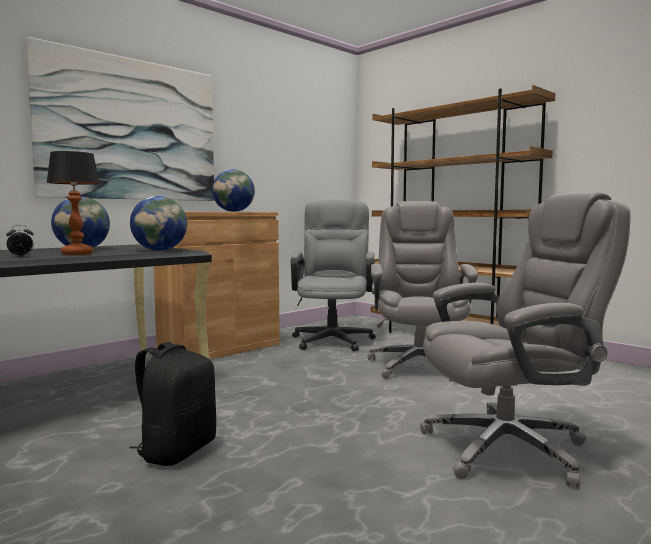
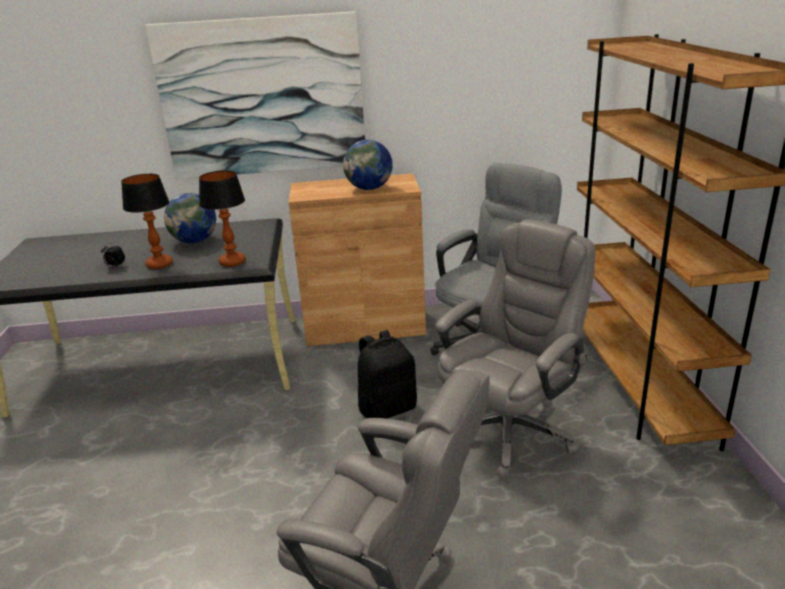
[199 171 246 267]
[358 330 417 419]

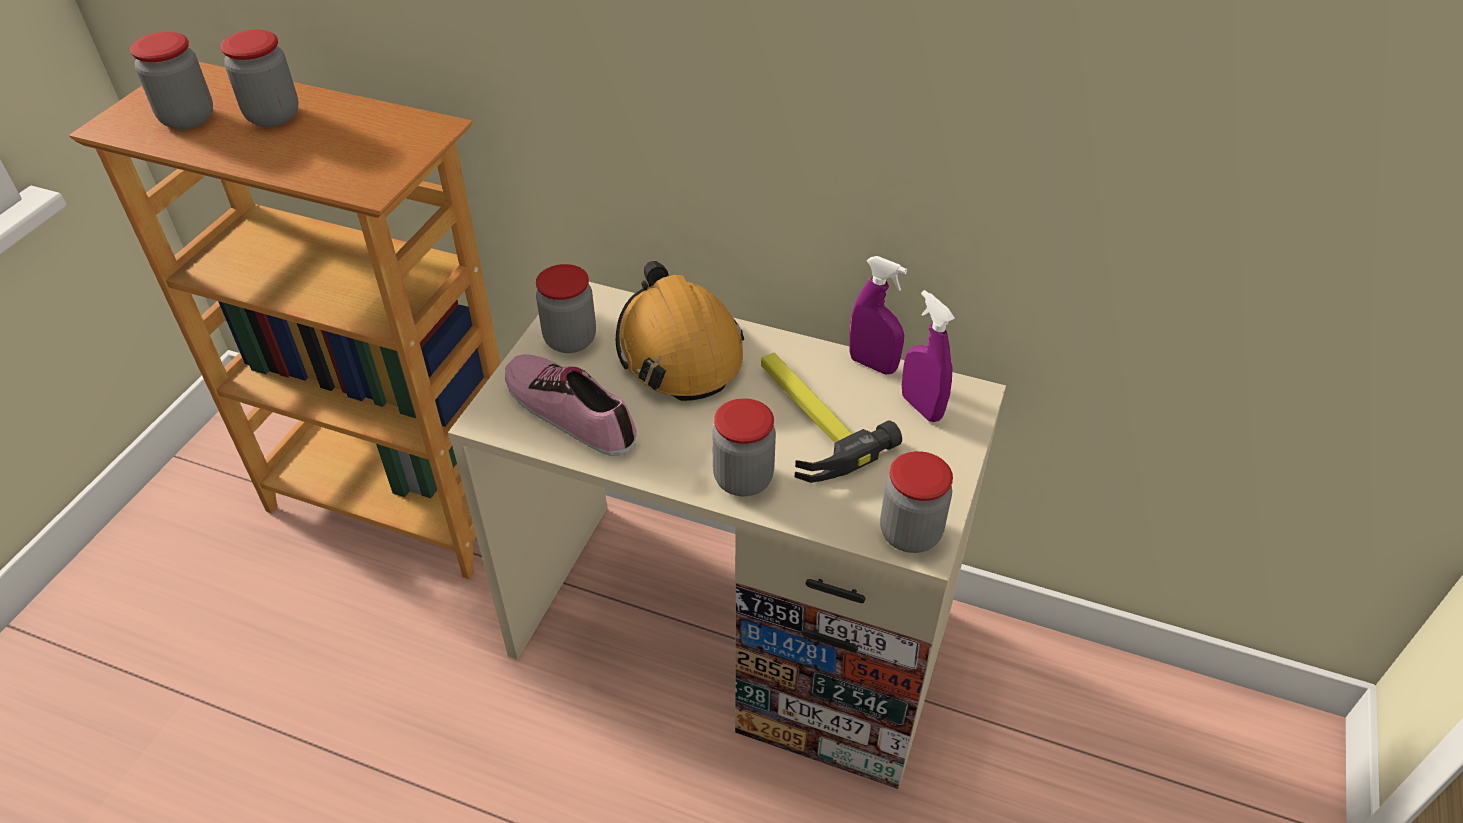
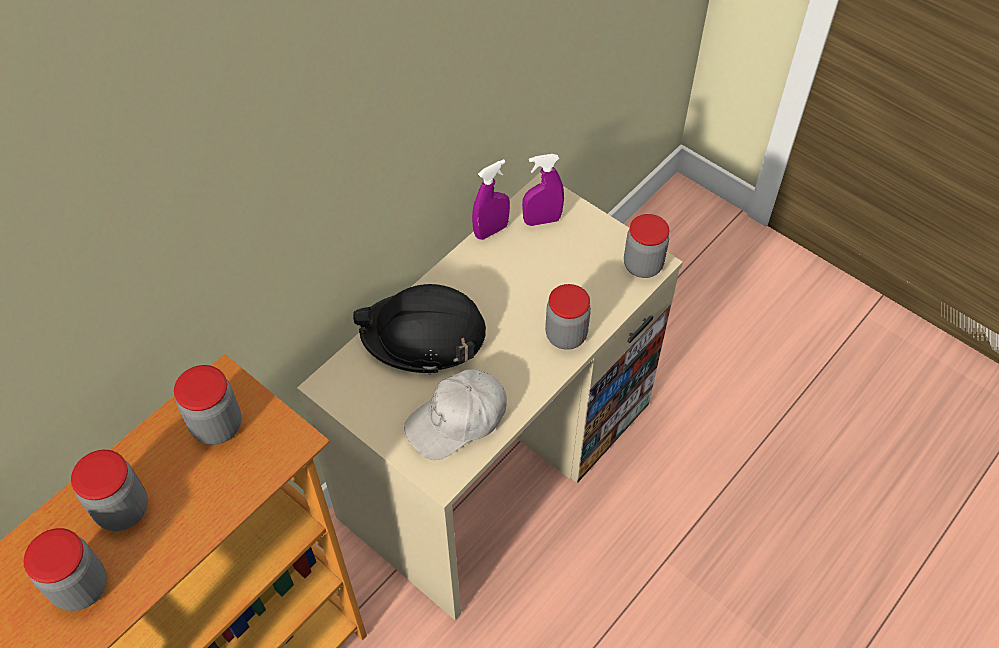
[353 284 486 375]
[174 365 242 445]
[761 353 902 483] (first image)
[404 369 507 460]

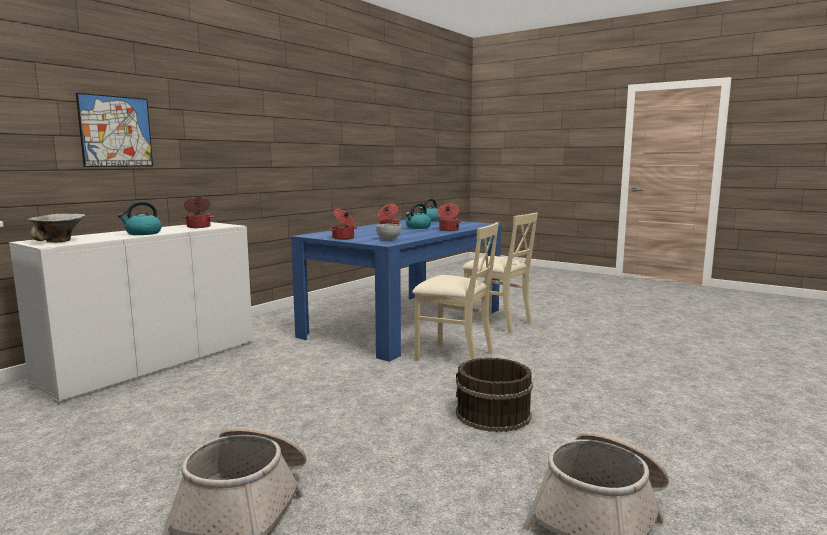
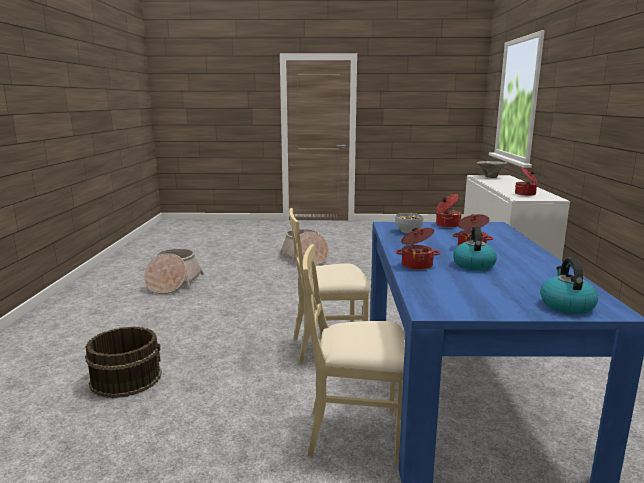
[76 93 153 167] (first image)
[118 201 162 235] (first image)
[85 327 162 398]

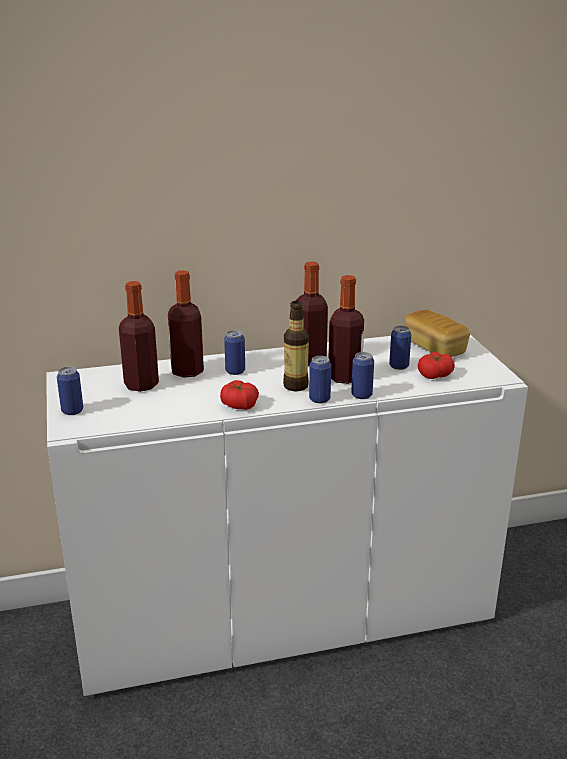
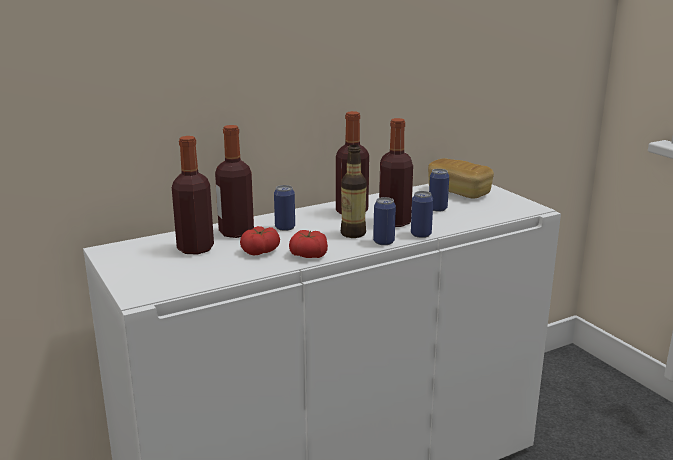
[240 226 280 255]
[57 366 83 415] (first image)

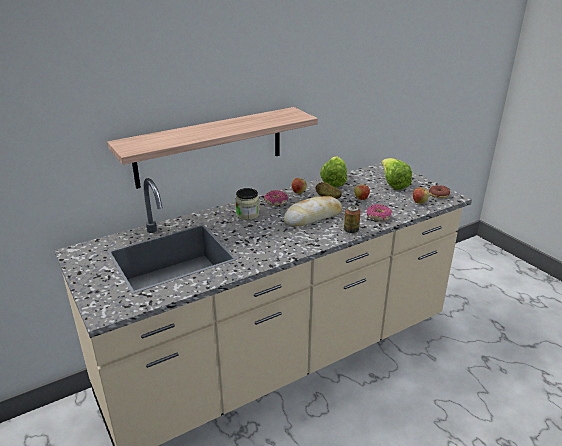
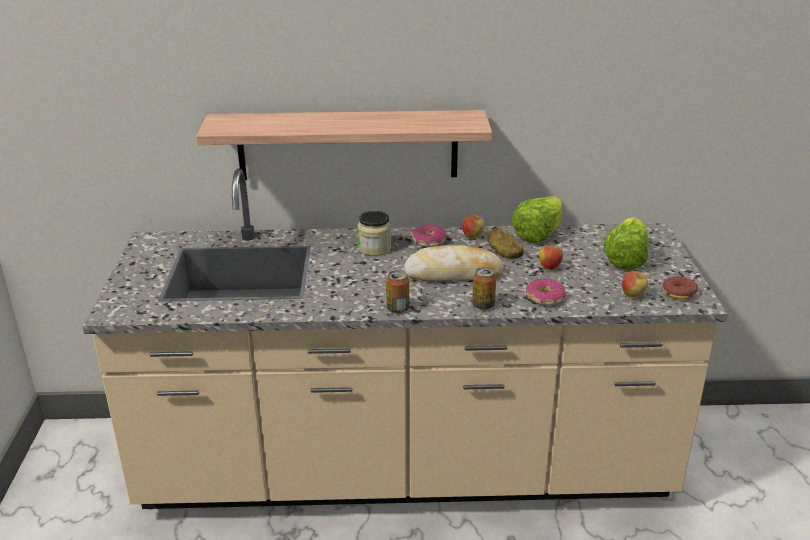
[386 270 409 313]

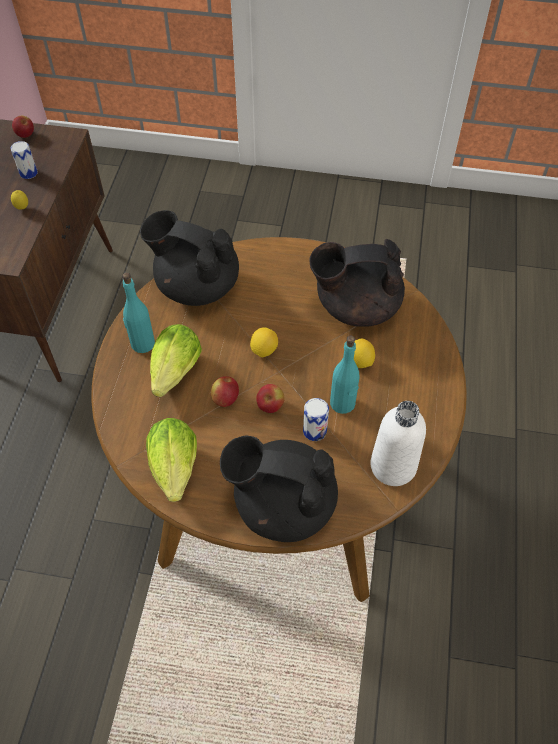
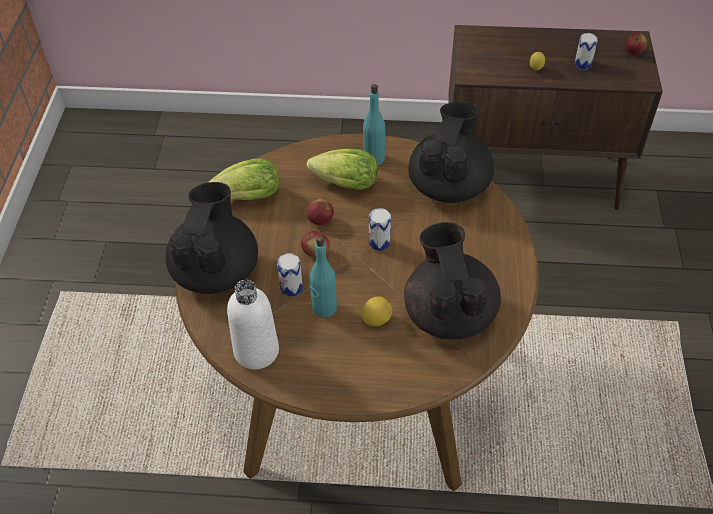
[369 208 391 251]

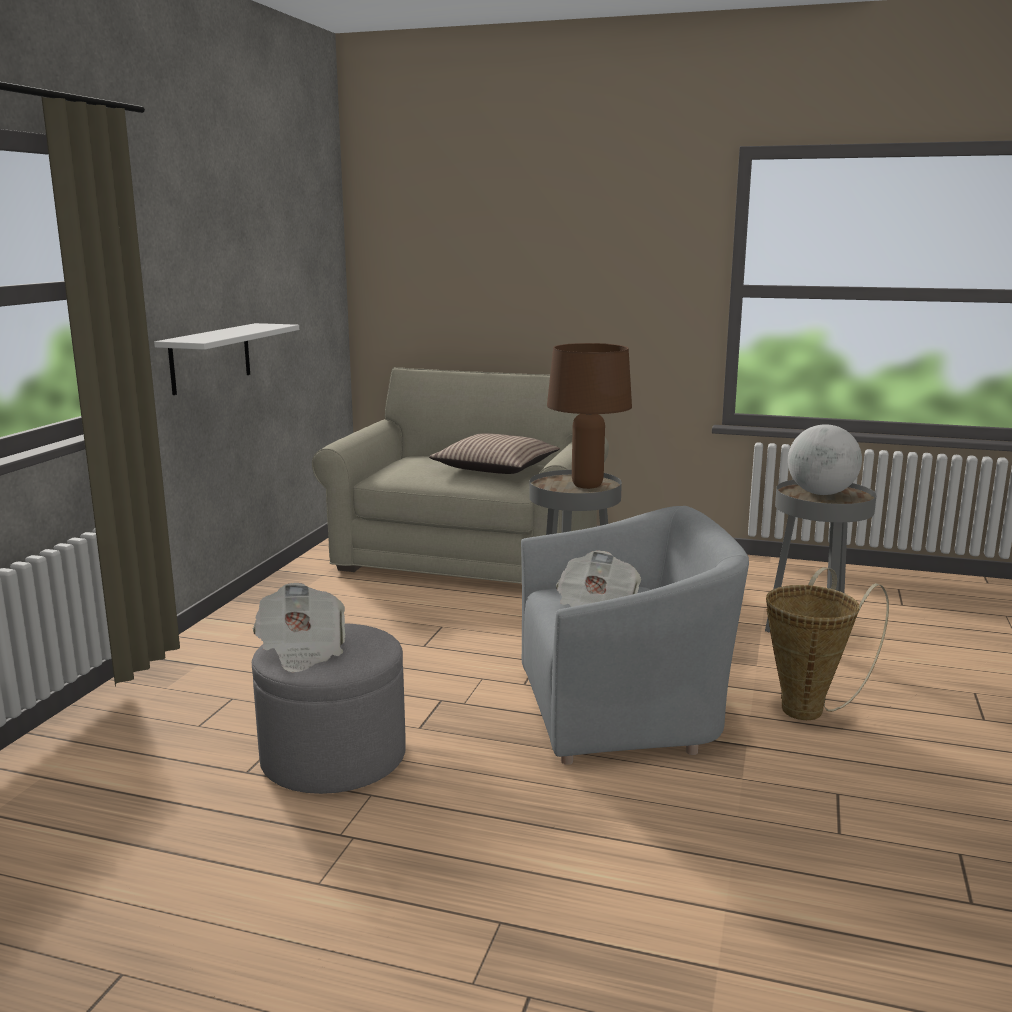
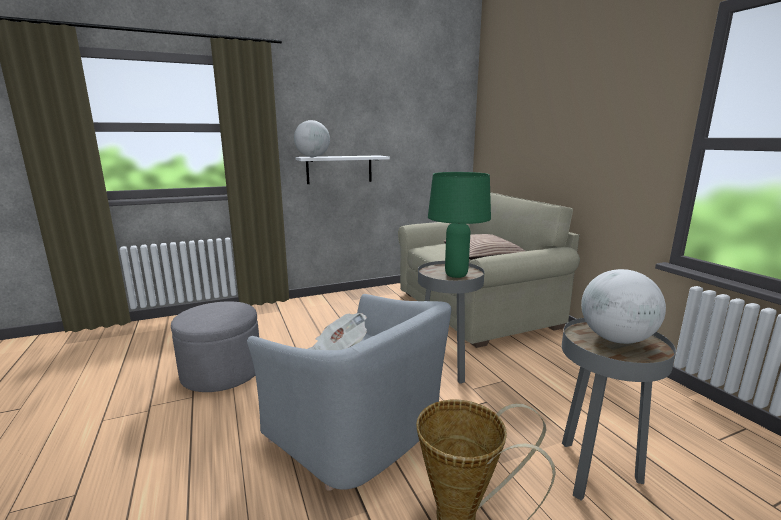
[428 172 491 278]
[253 583 345 673] (first image)
[294 120 330 157]

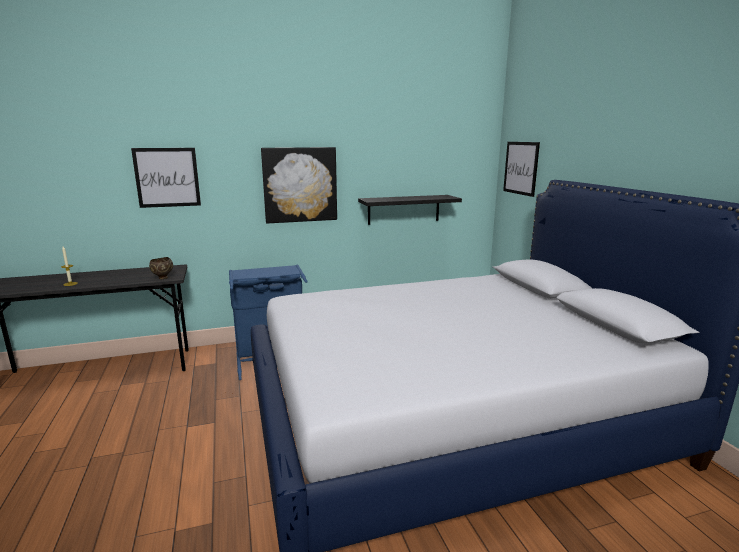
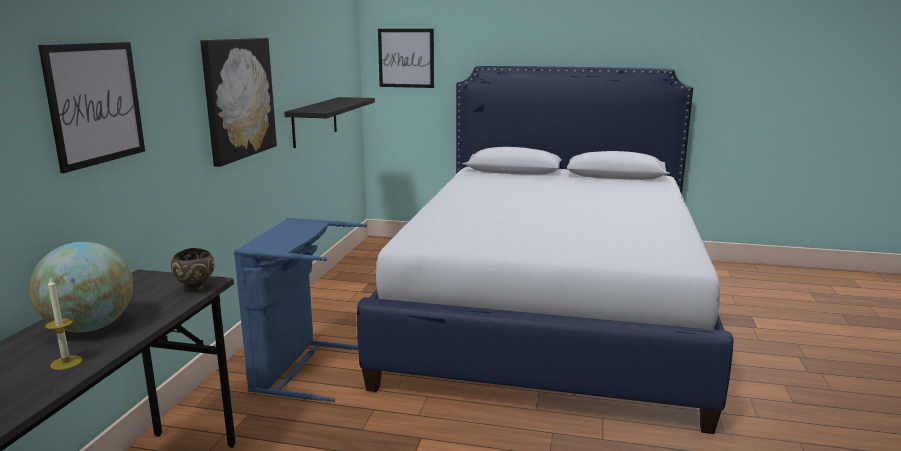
[29 242 133 332]

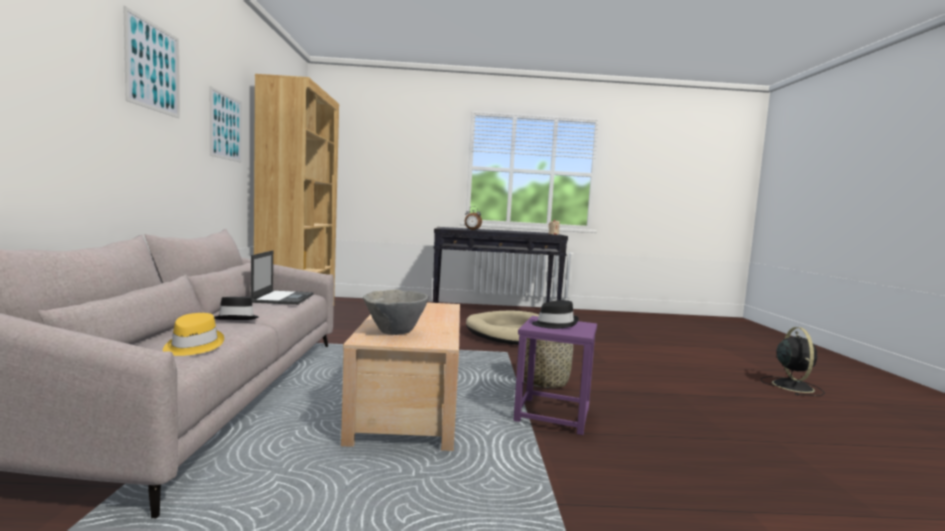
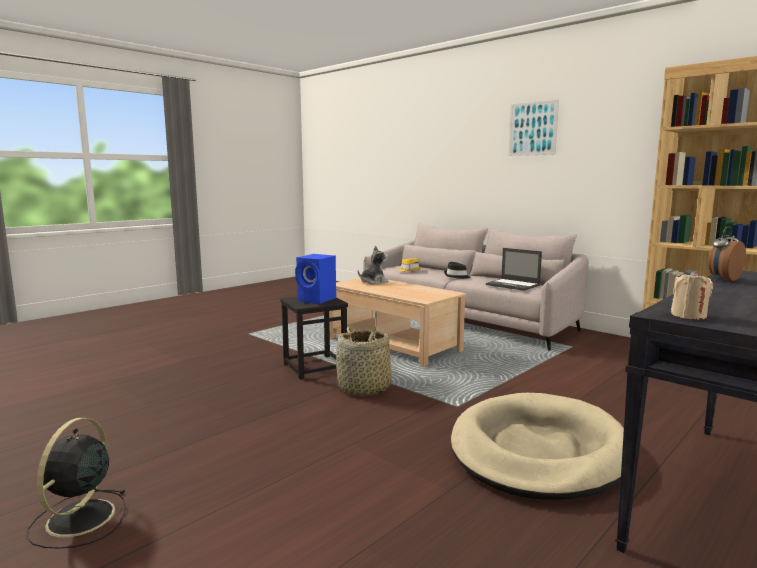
[210 86 242 163] (first image)
[358 246 389 284]
[295 254 336 304]
[280 297 348 379]
[26 418 126 549]

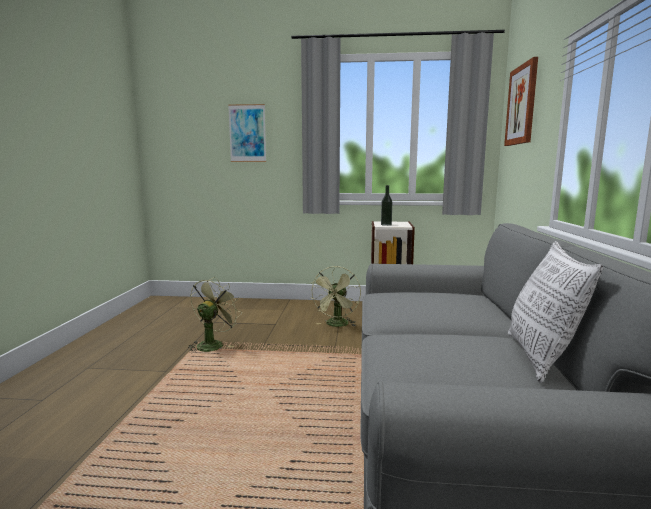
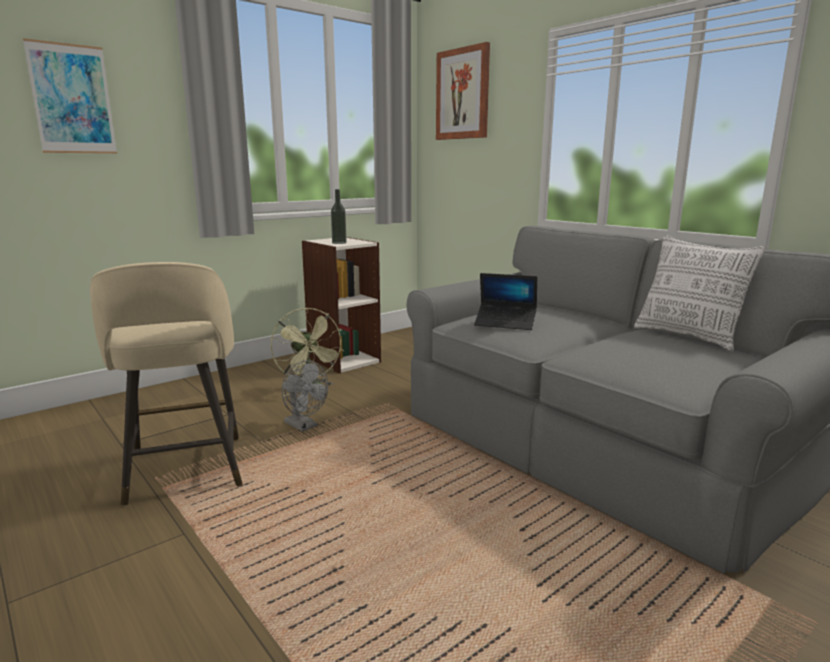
[90 262 243 506]
[474 273 537 330]
[282 361 328 432]

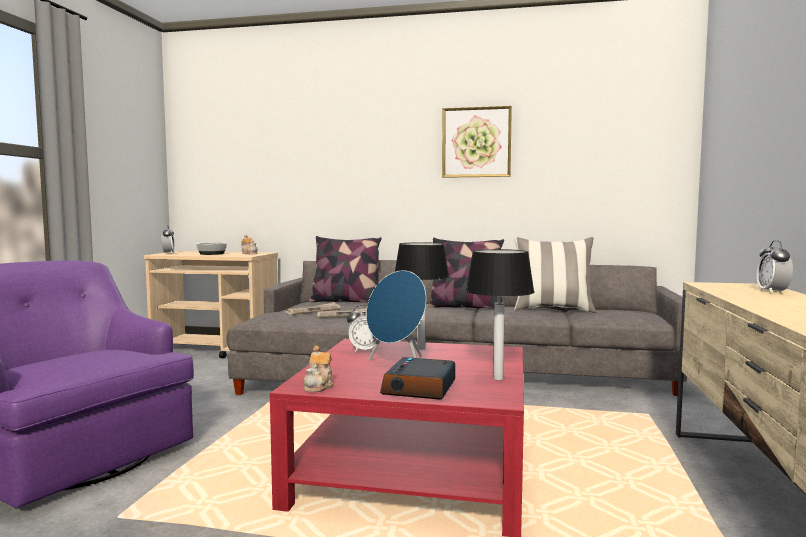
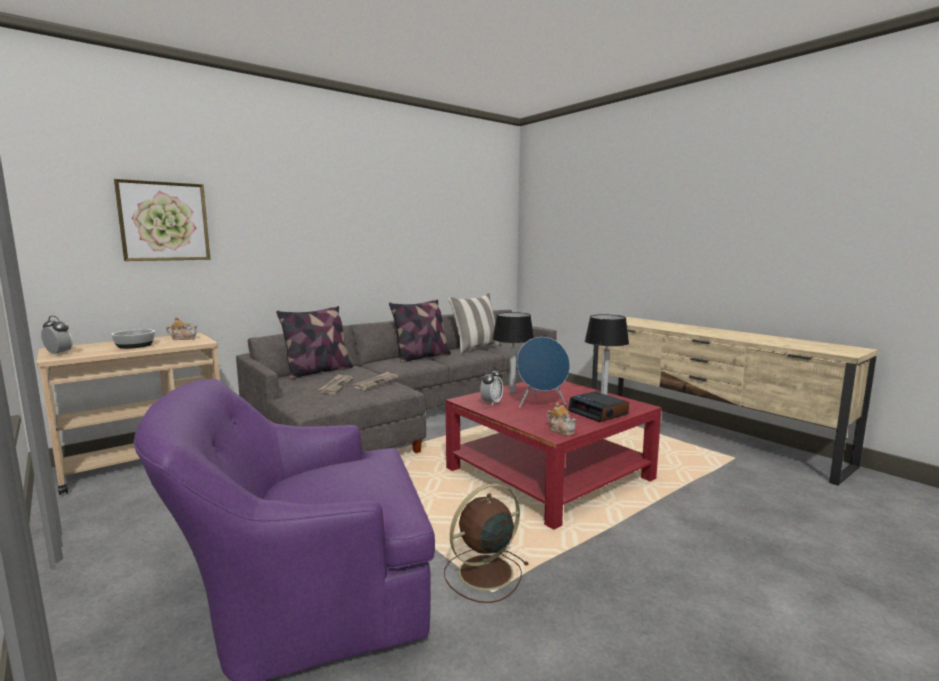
[114 179 210 261]
[757 240 793 294] (first image)
[444 483 529 603]

